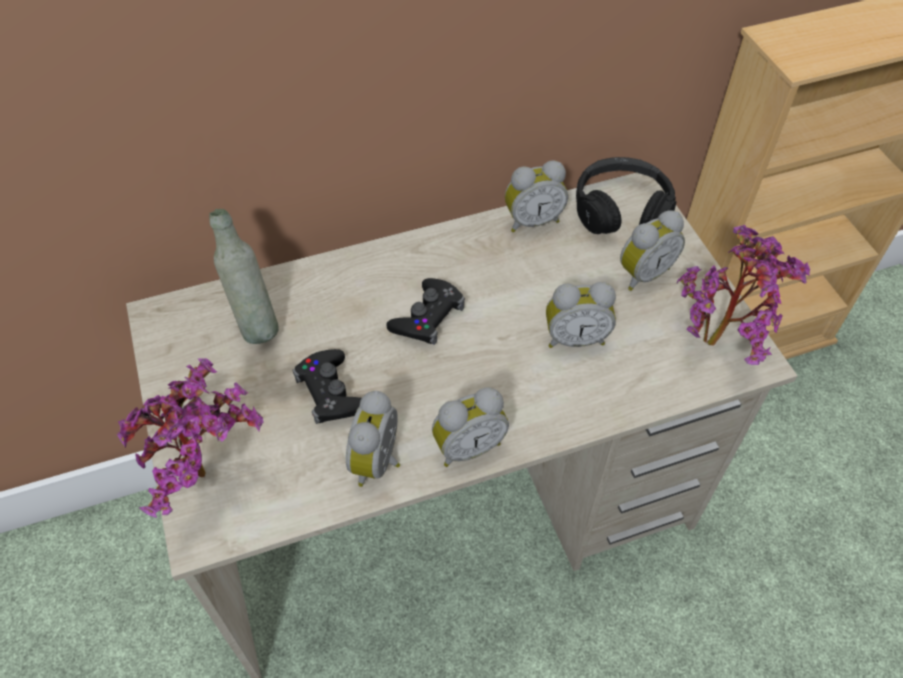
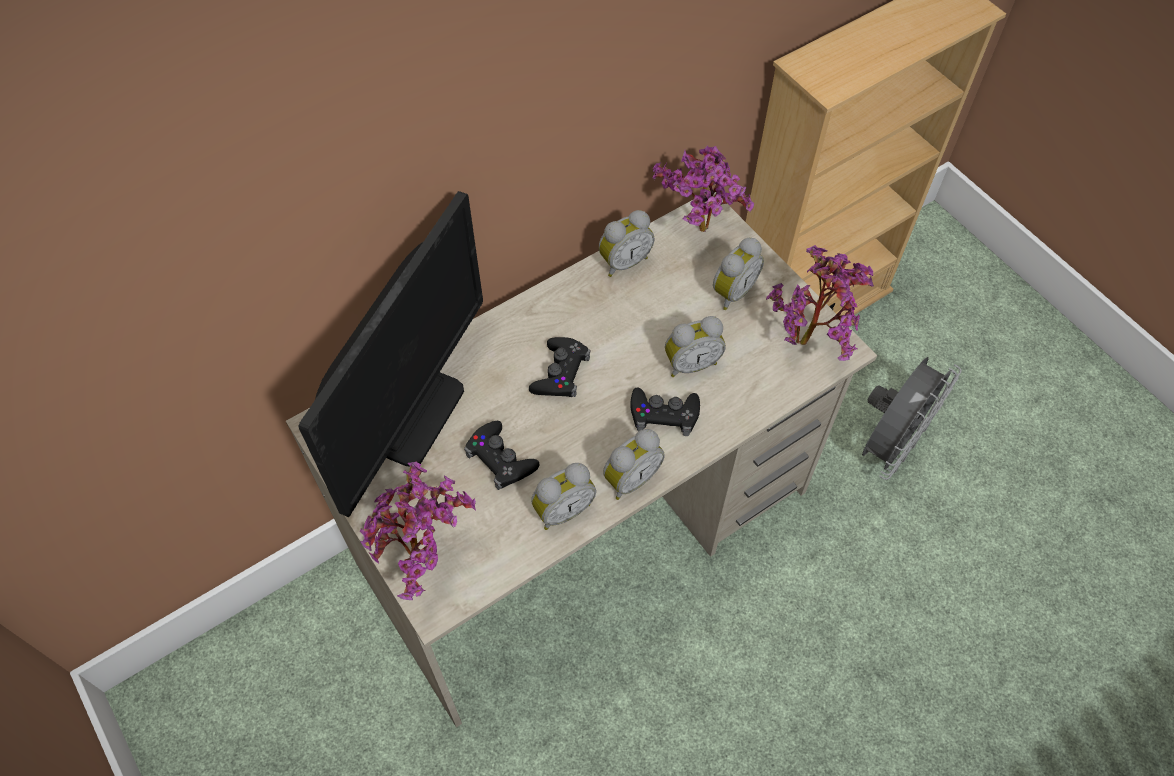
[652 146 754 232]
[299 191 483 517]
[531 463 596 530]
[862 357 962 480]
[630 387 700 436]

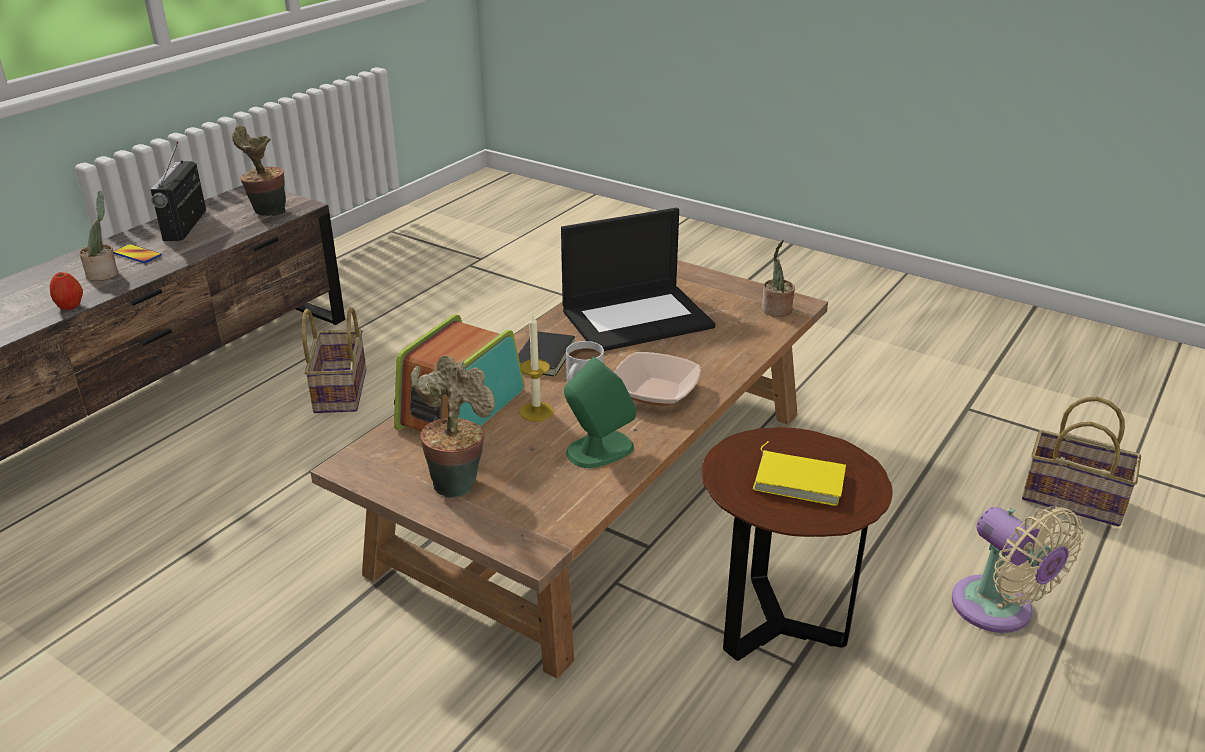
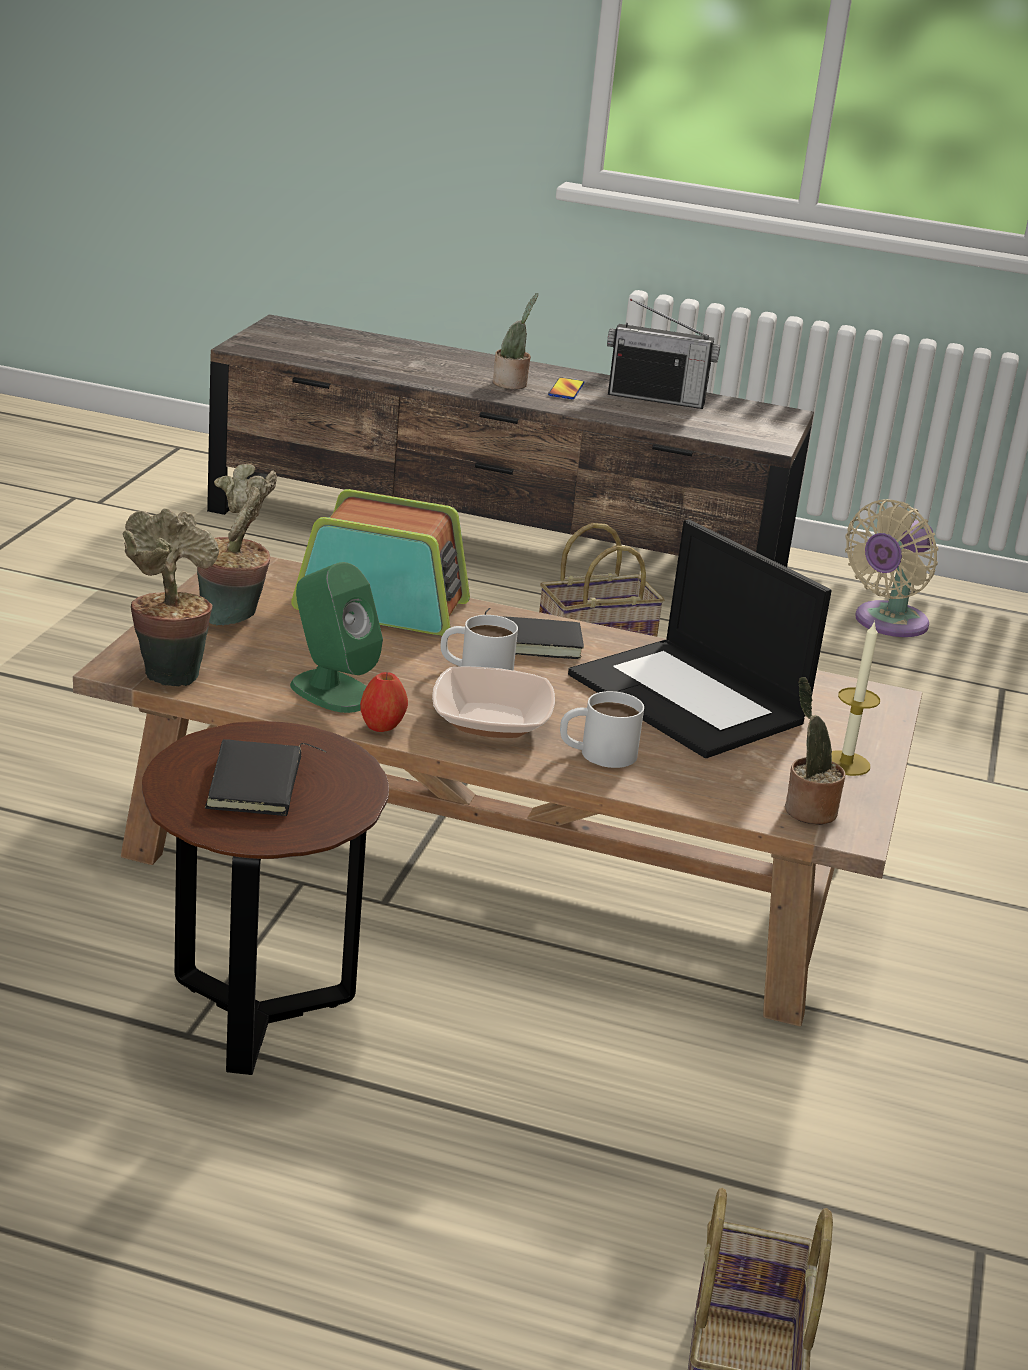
[122 508 219 686]
[607 298 720 409]
[360 672 408 732]
[832 620 880 776]
[205 739 327 816]
[845 499 938 637]
[560 691 644 768]

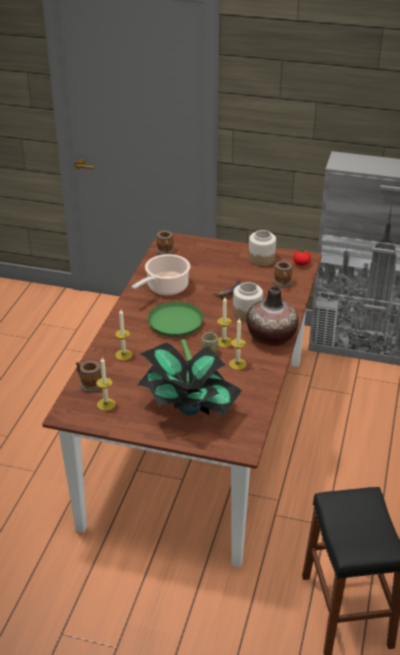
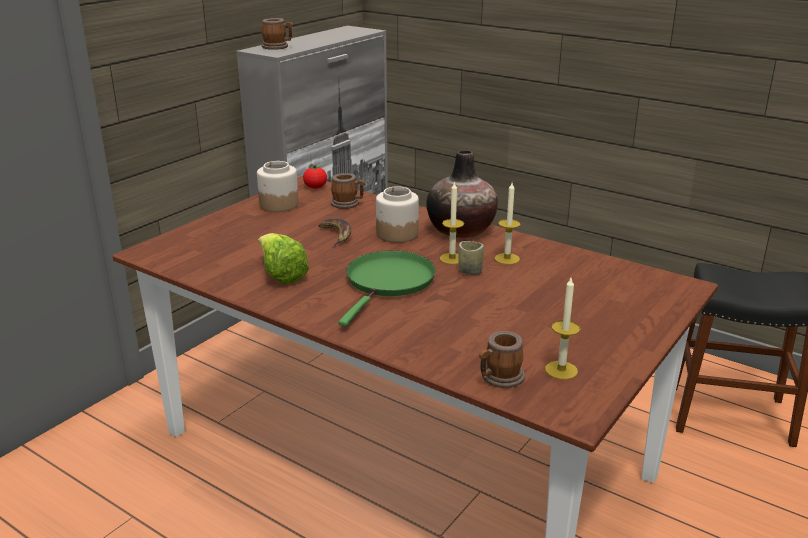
[262 18 293 50]
[258 233 309 284]
[338 251 436 326]
[115 310 133 361] (first image)
[138 343 241 418] (first image)

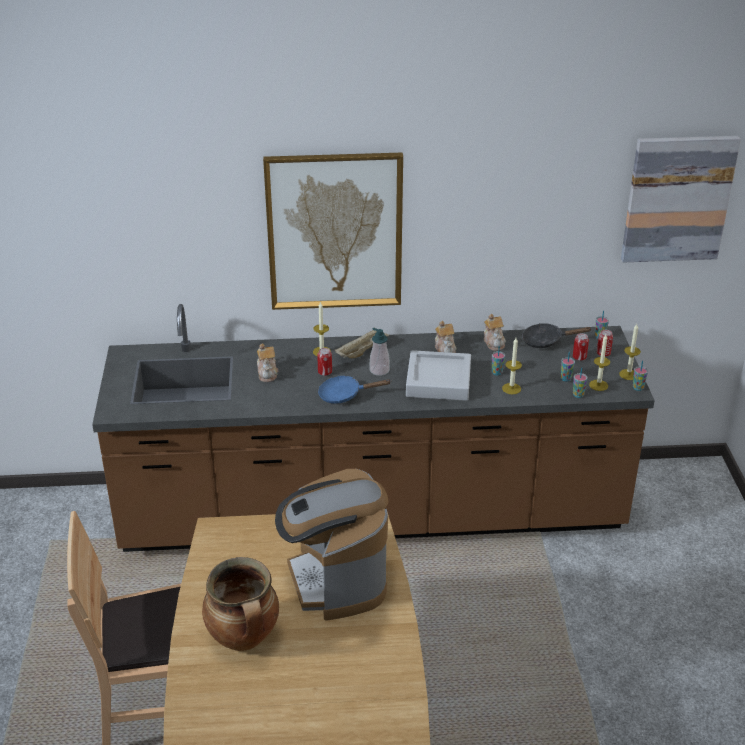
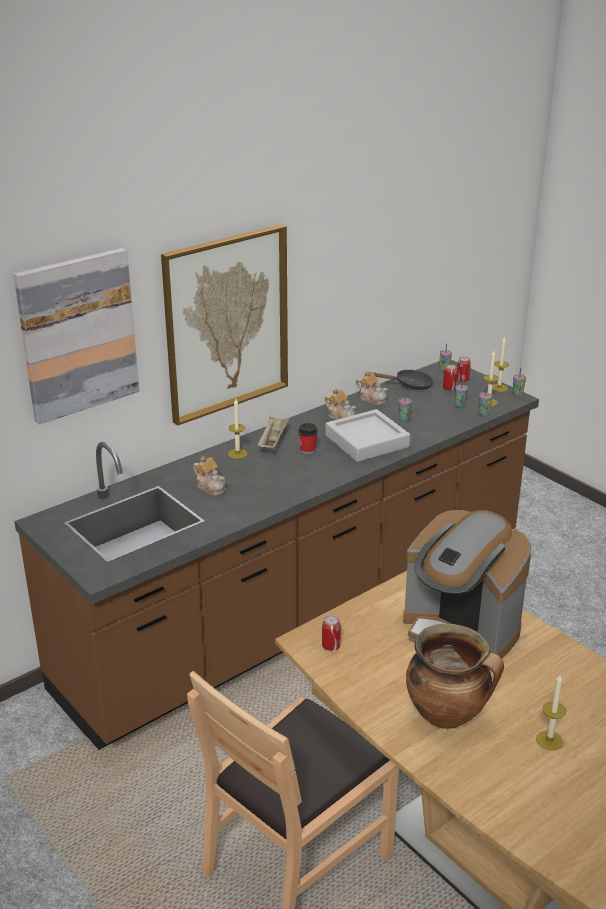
[14 248 139 424]
[370 370 434 390]
[298 423 318 454]
[536 675 566 751]
[322 615 341 651]
[318 376 391 404] (first image)

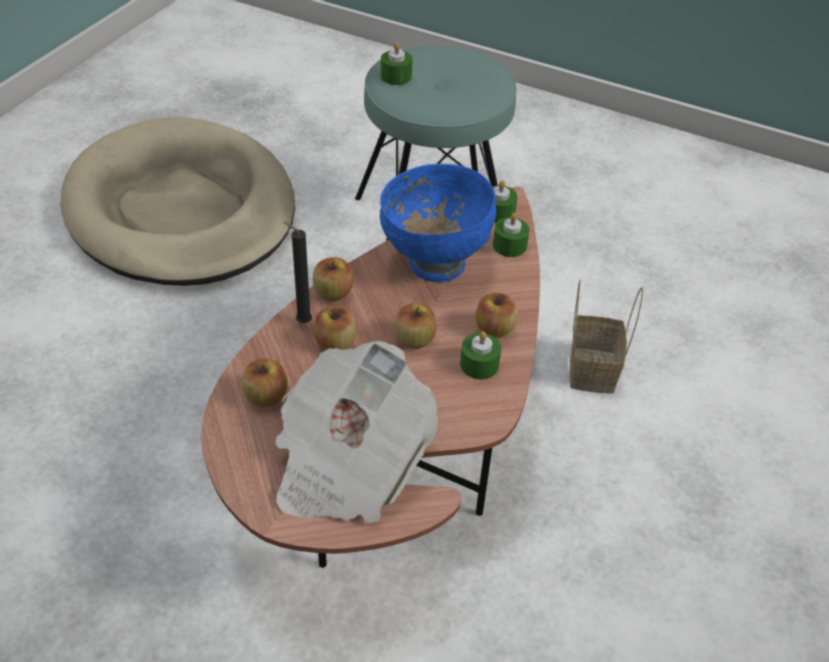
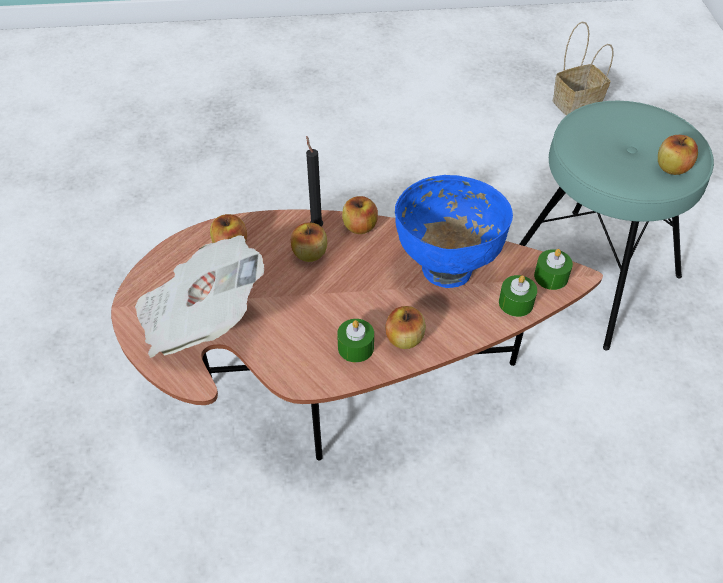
[381 42 412 85] (first image)
[60 117 295 286] (first image)
[553 22 614 116]
[658 135 698 175]

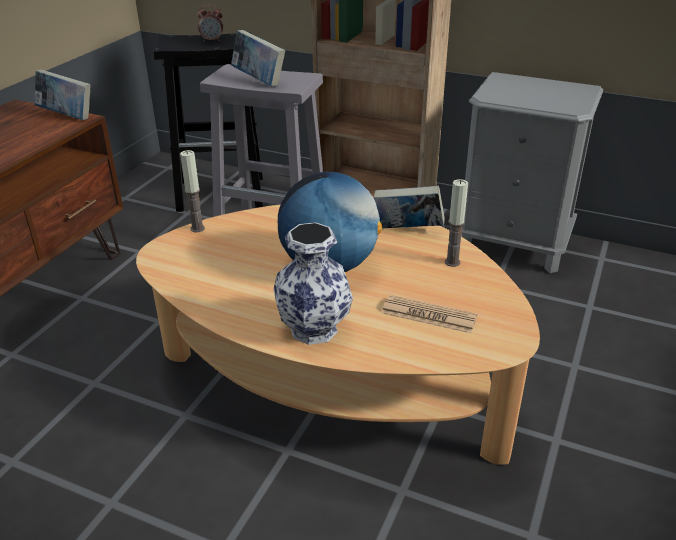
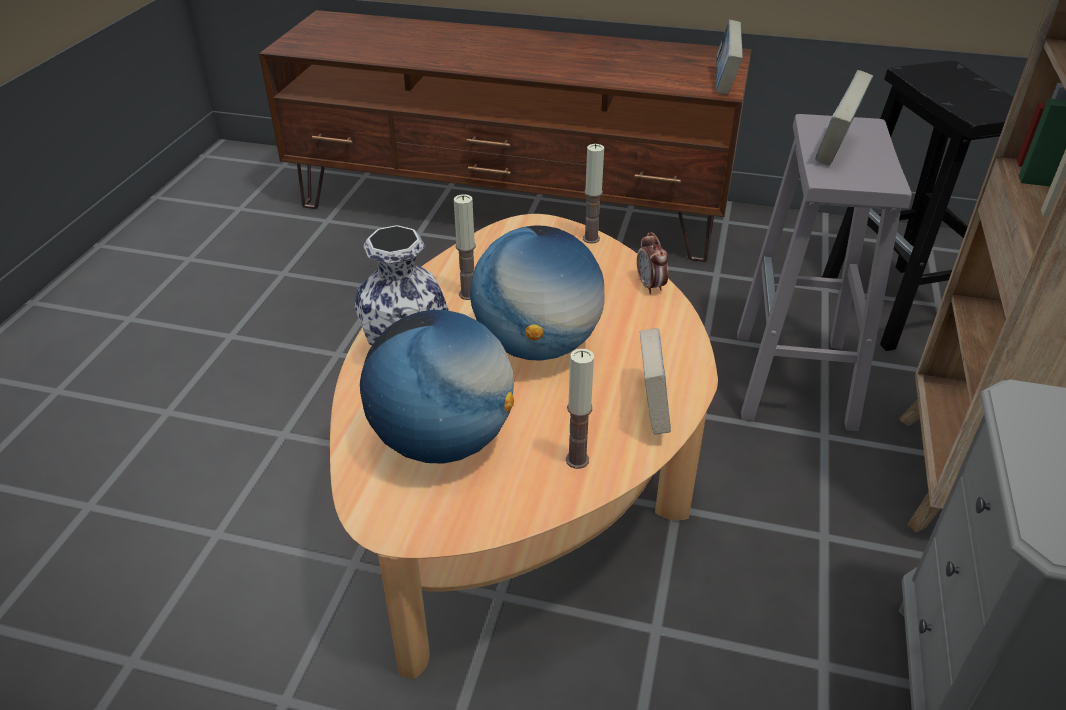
[637 232 669 294]
[360 310 514 464]
[454 194 476 300]

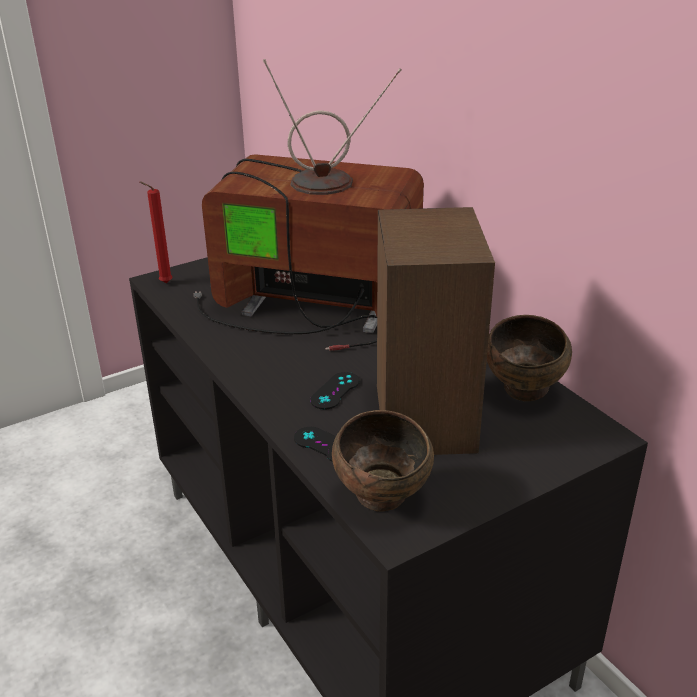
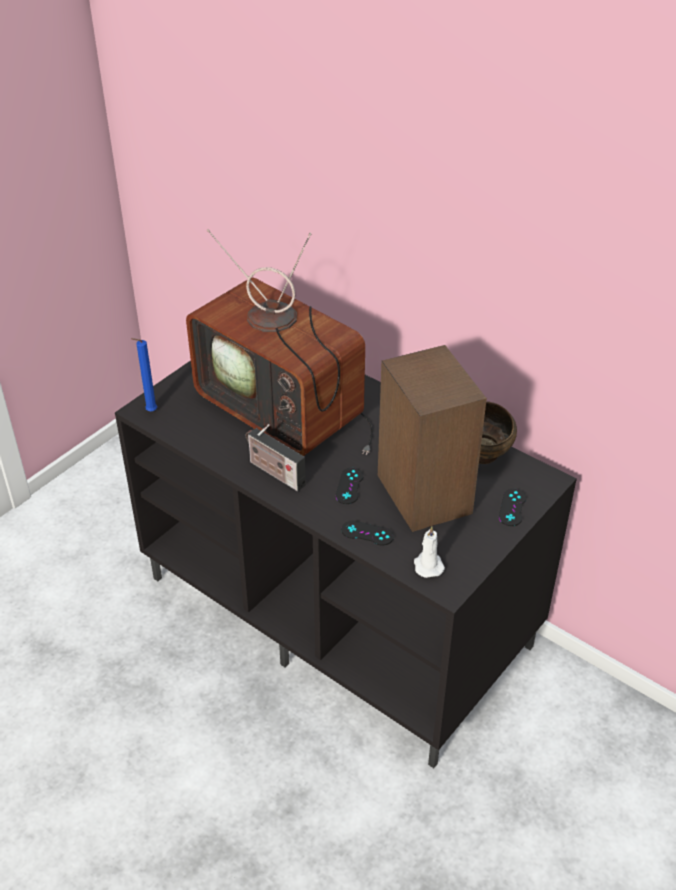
[186 229 373 456]
[131 338 157 411]
[414 526 445 578]
[246 424 306 492]
[499 488 526 526]

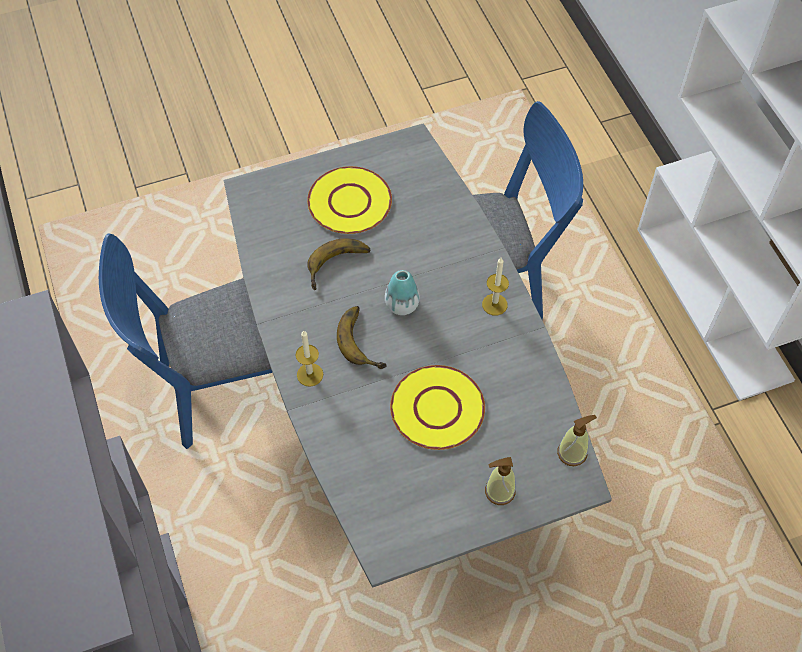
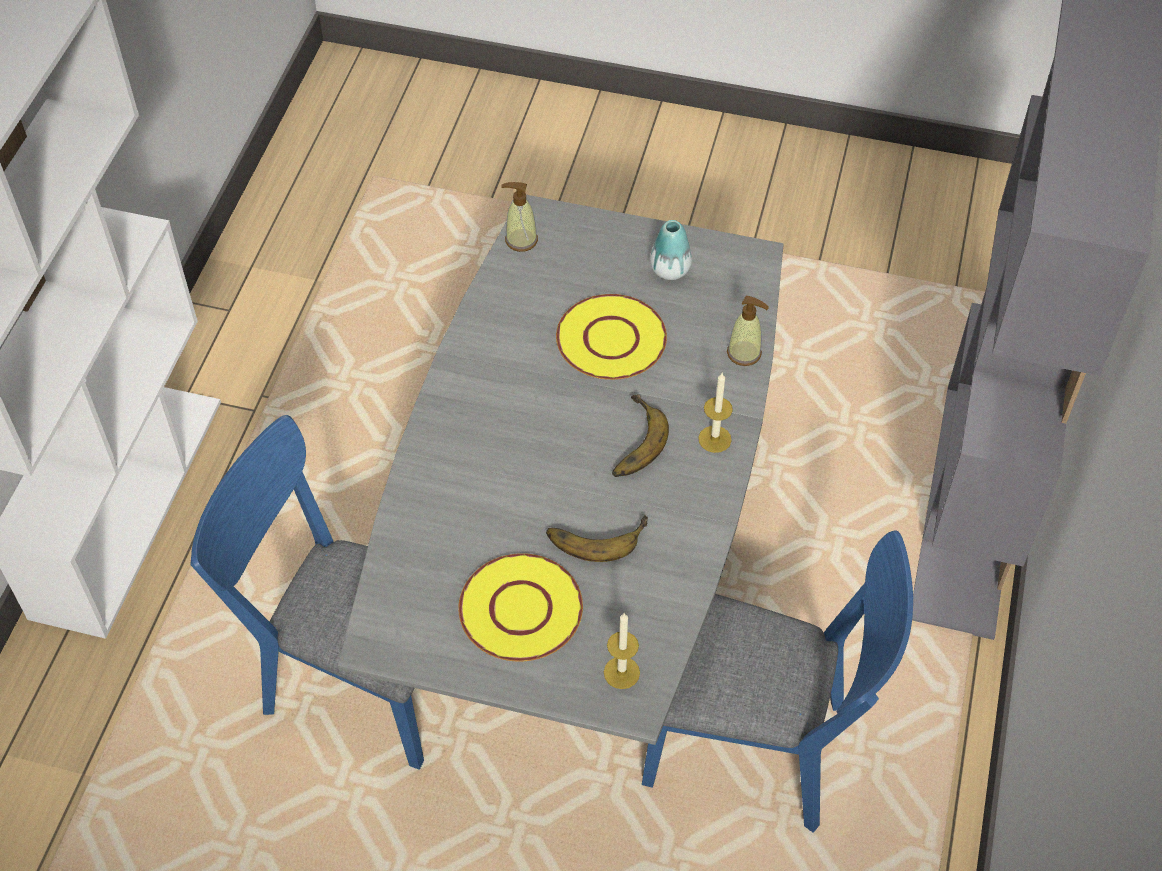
[604 613 640 689]
[650 220 692 280]
[727 296 769 366]

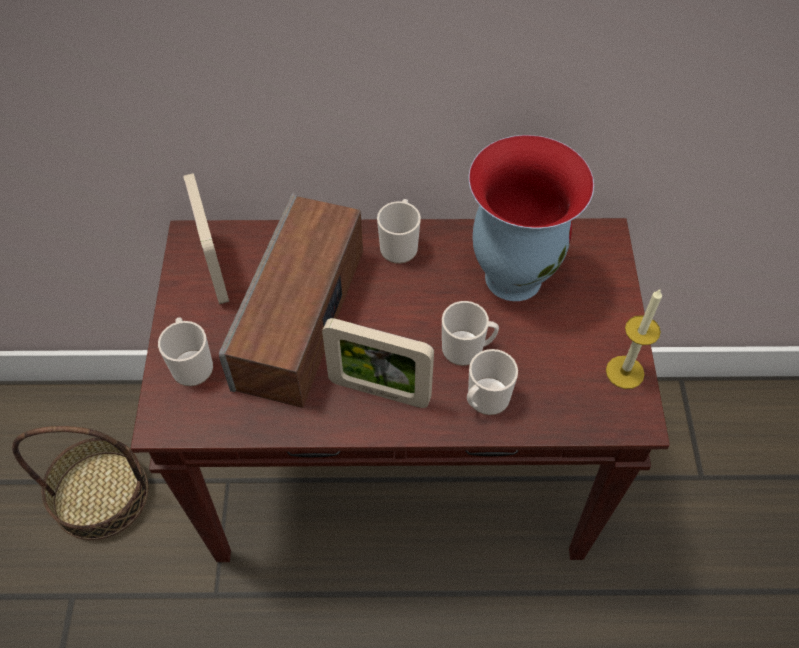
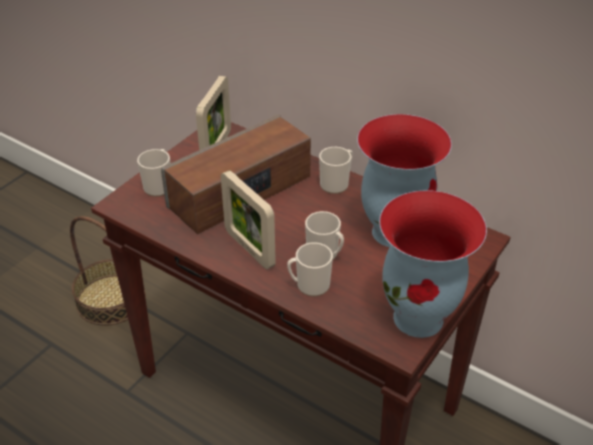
[379 190 487 338]

